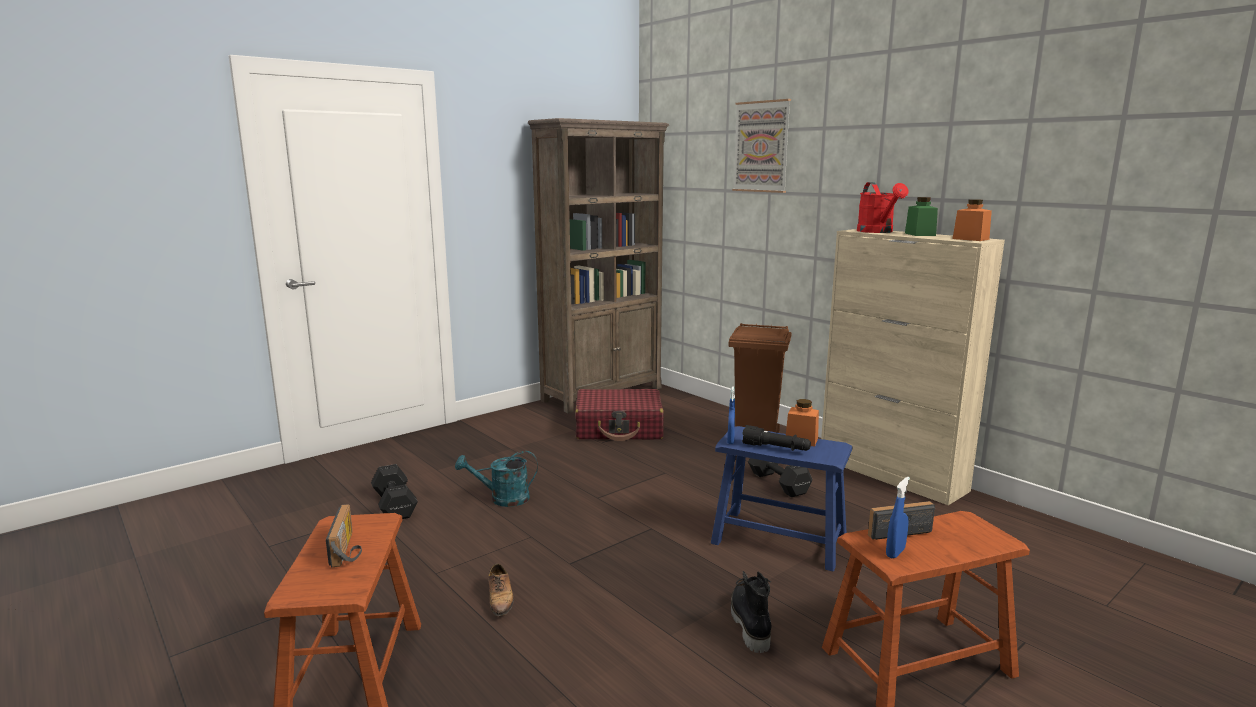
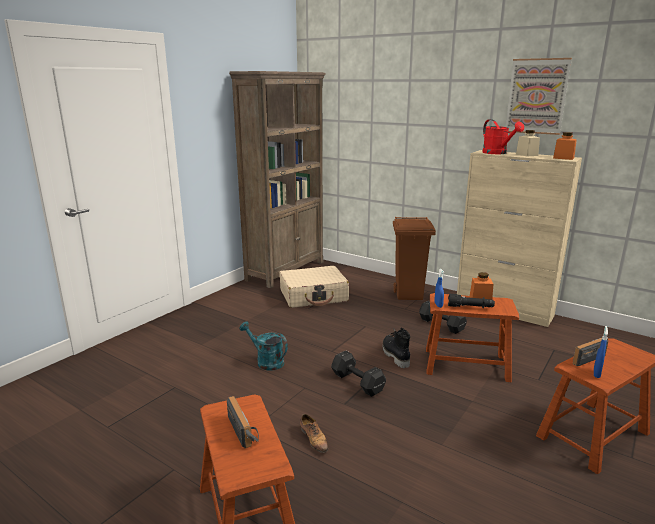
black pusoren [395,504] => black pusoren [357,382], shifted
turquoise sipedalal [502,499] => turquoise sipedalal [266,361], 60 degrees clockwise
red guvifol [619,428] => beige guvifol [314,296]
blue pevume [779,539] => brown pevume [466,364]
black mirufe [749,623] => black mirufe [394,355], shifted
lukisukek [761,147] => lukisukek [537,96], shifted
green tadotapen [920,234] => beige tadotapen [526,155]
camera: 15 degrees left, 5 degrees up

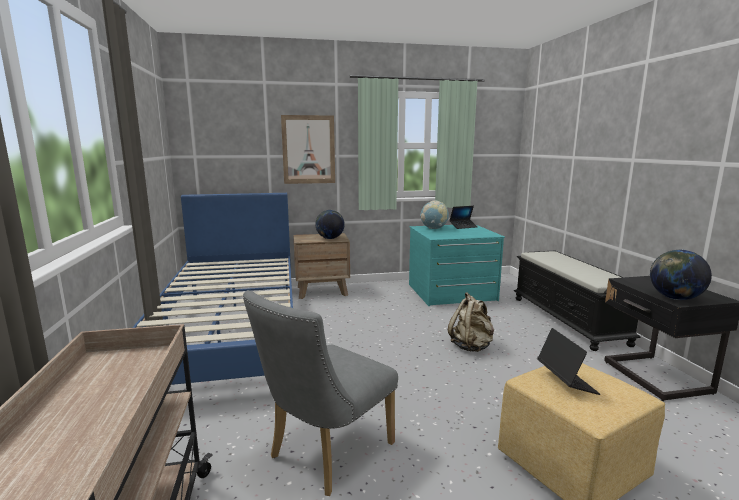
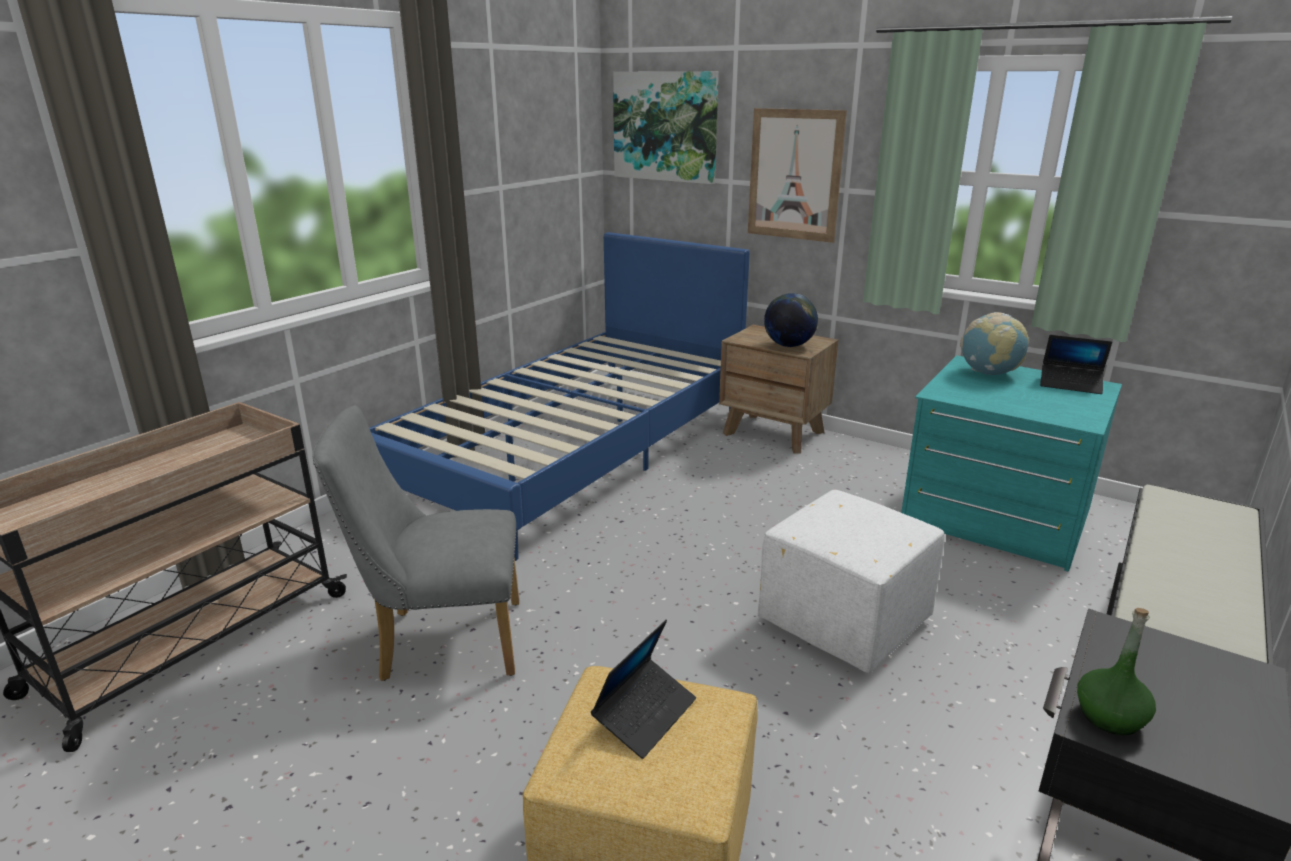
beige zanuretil [471,346] => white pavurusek [842,621]
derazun [675,298] => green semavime [1109,717]
nothing => lukisukek [665,127]
camera: 45 degrees right, 10 degrees up

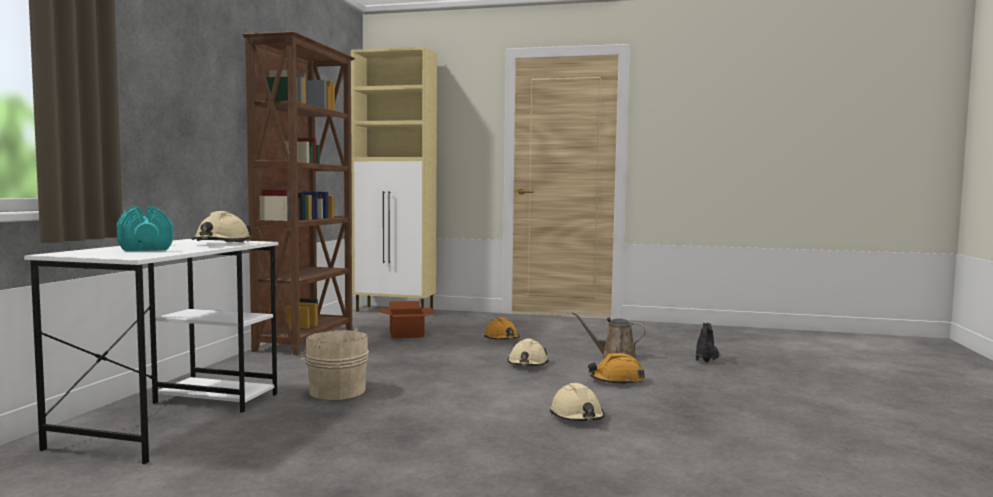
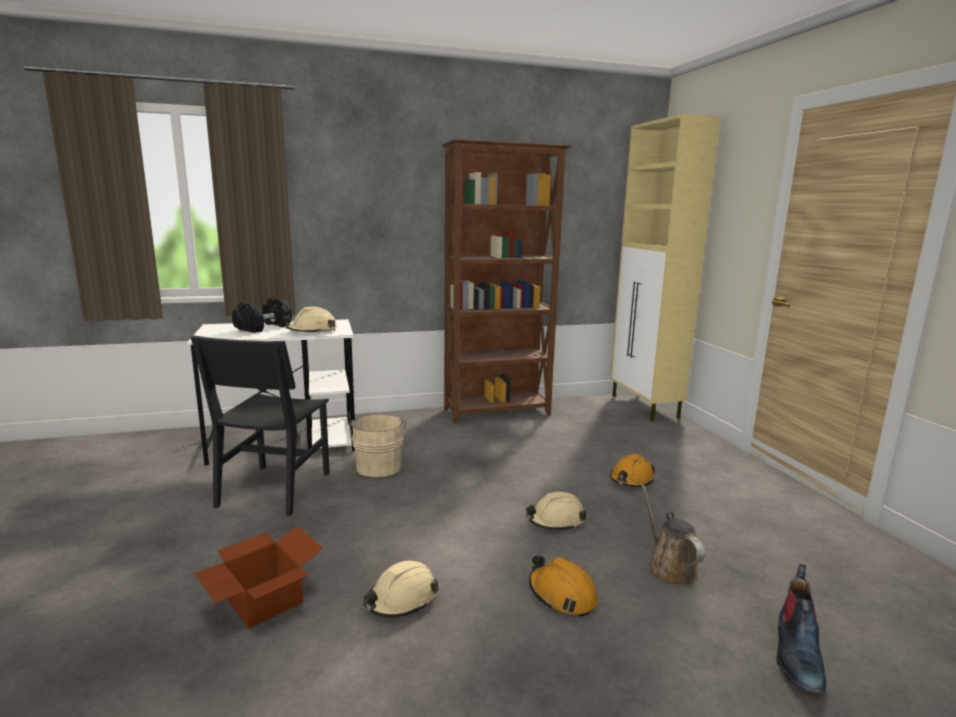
turquoise pusoren [144,248] => black pusoren [264,327]
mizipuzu [406,334] => mizipuzu [262,601], shifted
mirufe [706,357] => mirufe [796,654], 120 degrees clockwise
nothing => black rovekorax [274,489]
camera: 60 degrees right, 10 degrees up

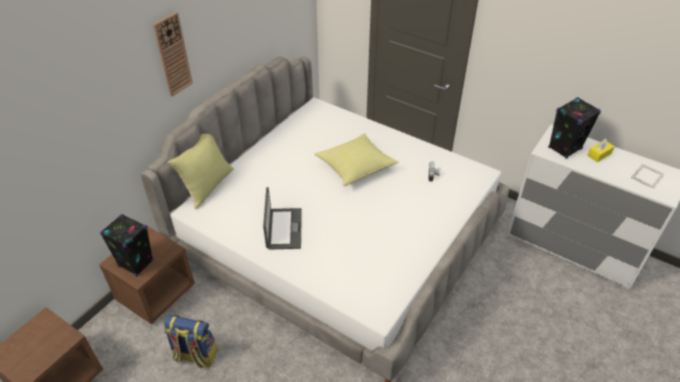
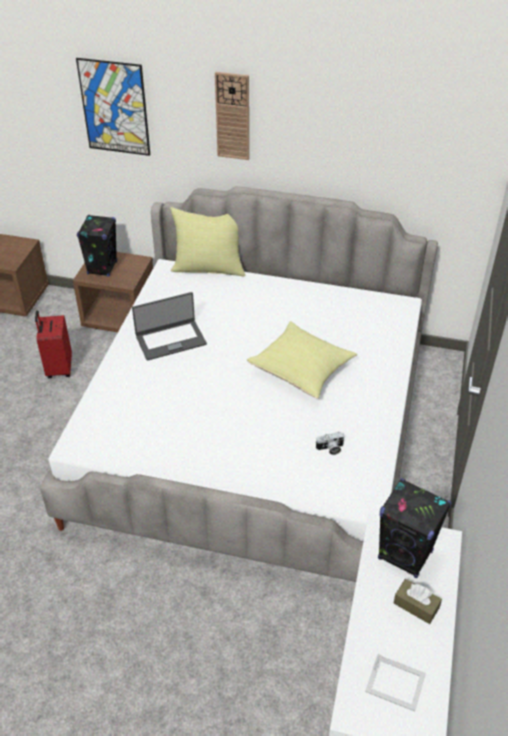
zanuretil [195,355] => red guvifol [58,368]
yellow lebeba [599,155] => brown lebeba [416,605]
nothing => lukisukek [114,107]
camera: 70 degrees right, 0 degrees up

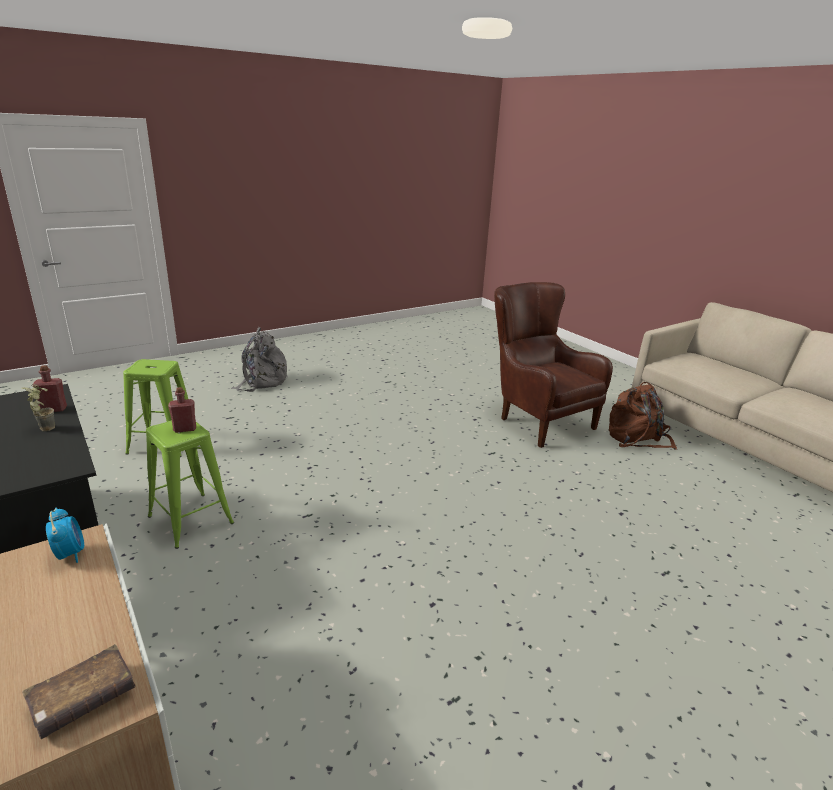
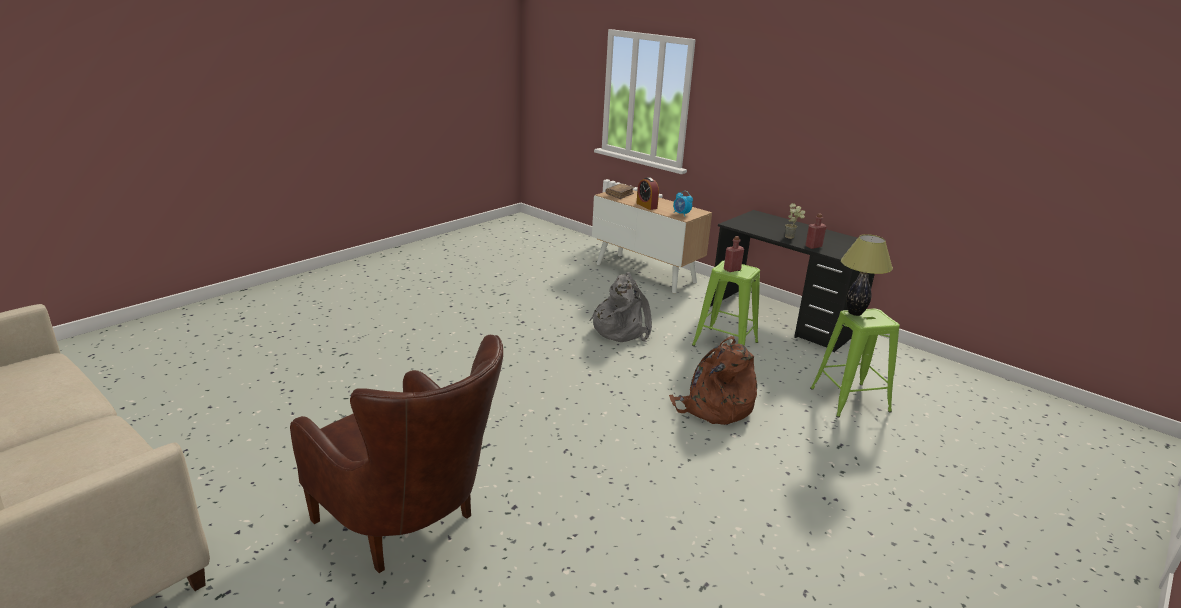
grey zanuretil [262,381] => grey zanuretil [621,329], shifted
brown zanuretil [637,438] => brown zanuretil [714,407], shifted
nothing => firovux [646,206]
nothing => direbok [855,313]
camera: 165 degrees right, 0 degrees up

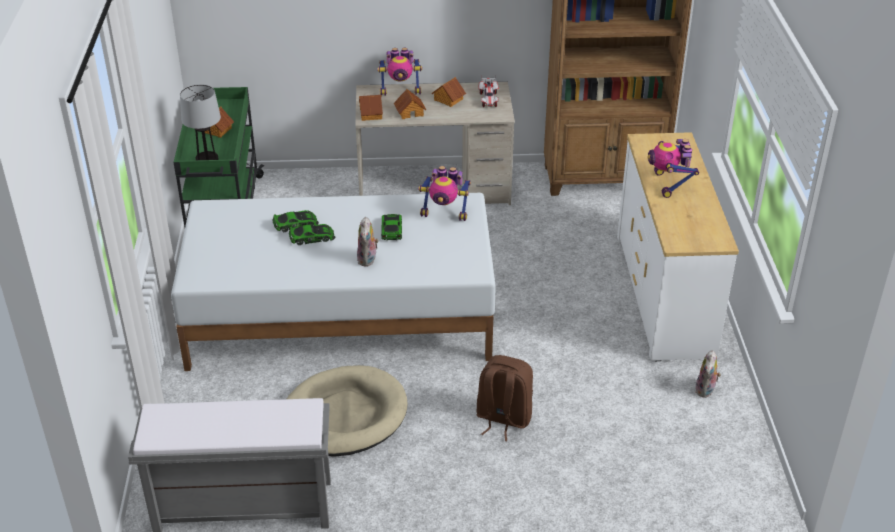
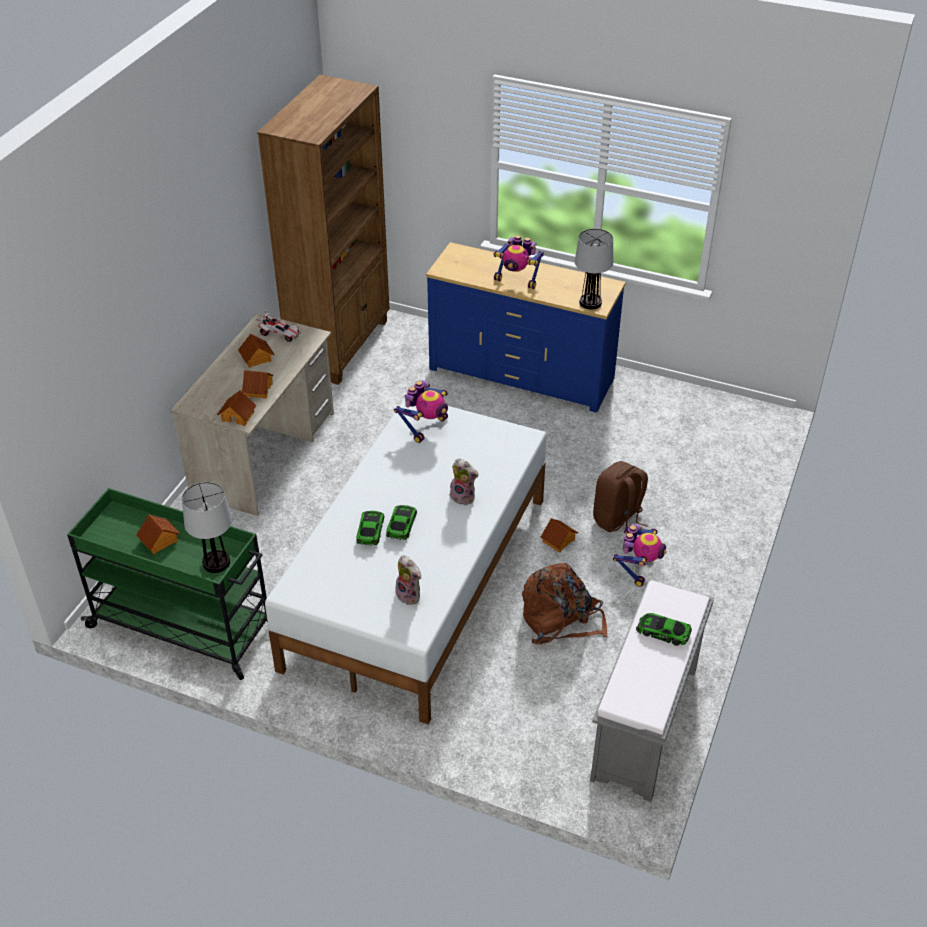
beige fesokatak [344,416] => brown zanuretil [561,620]
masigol [400,91] => masigol [638,568], shifted
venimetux [391,230] => venimetux [663,632], shifted
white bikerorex [664,294] => blue bikerorex [521,374]
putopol [706,390] => putopol [410,595], shifted
nothing => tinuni [559,540]
nothing => direbok [590,302]
camera: 65 degrees left, 5 degrees up

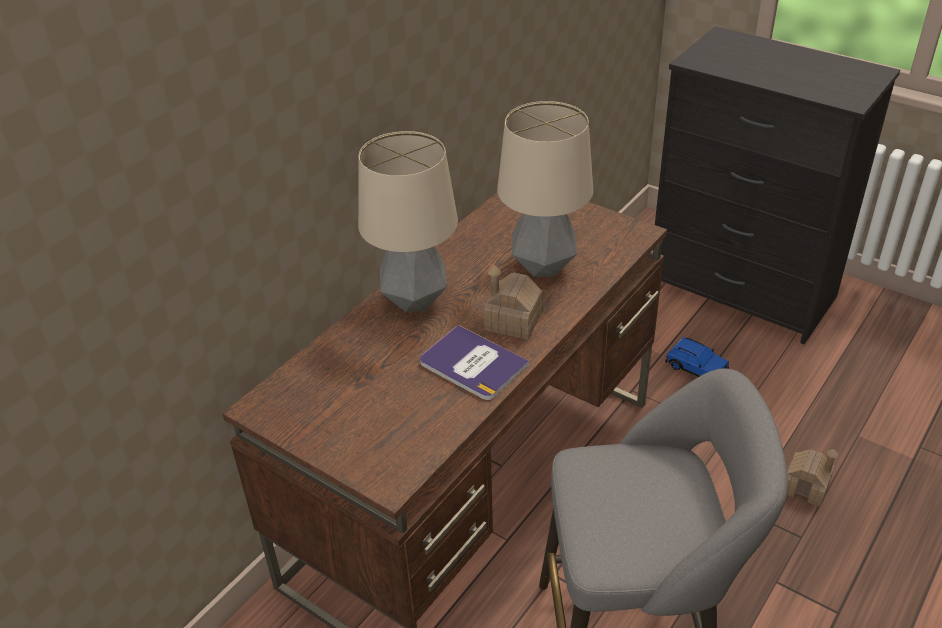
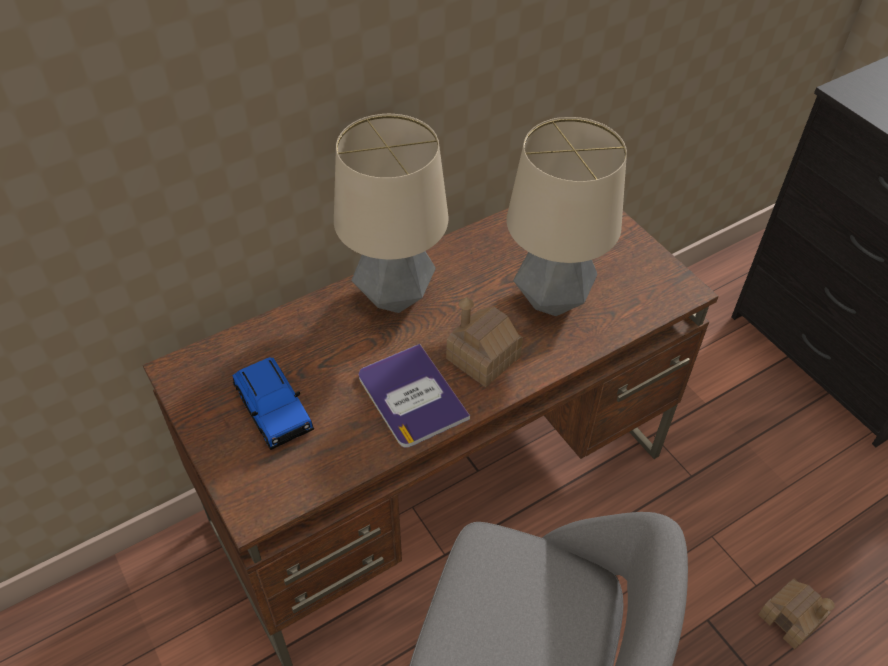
blue venimetux [696,368] => blue venimetux [274,411], shifted
camera: 20 degrees right, 10 degrees up

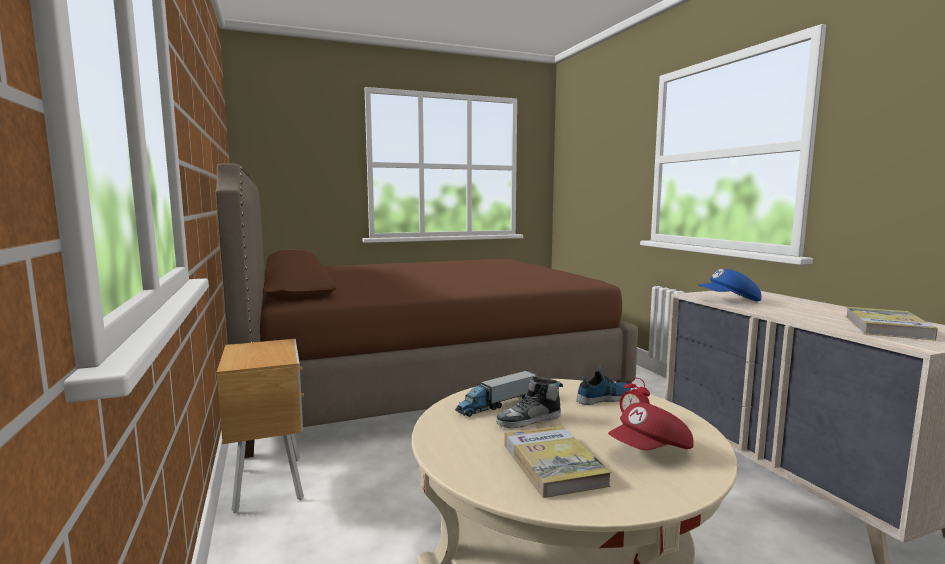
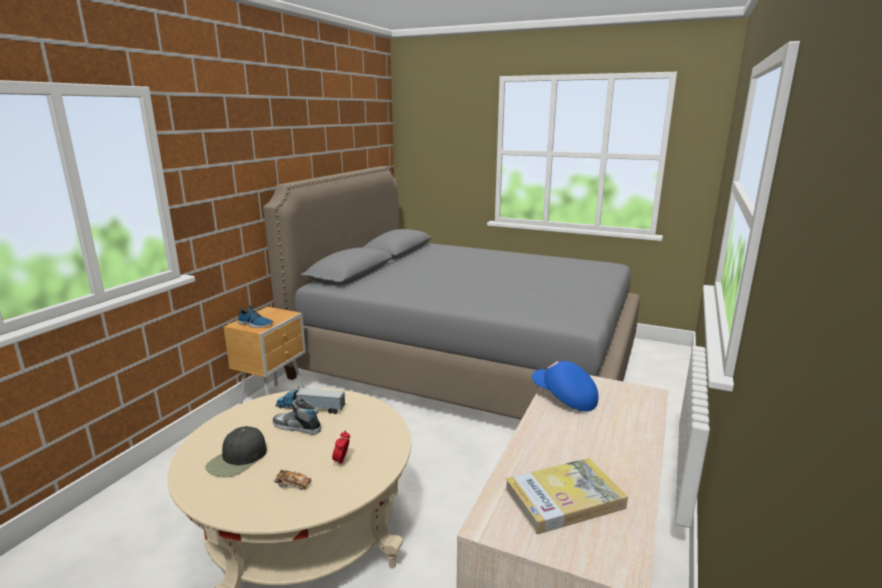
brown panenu [423,377] => grey panenu [468,362]
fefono [553,464] => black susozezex [237,459]
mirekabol [605,398] => mirekabol [255,324], shifted
red susozezex [650,451] => venimetux [292,485]
camera: 45 degrees right, 10 degrees up

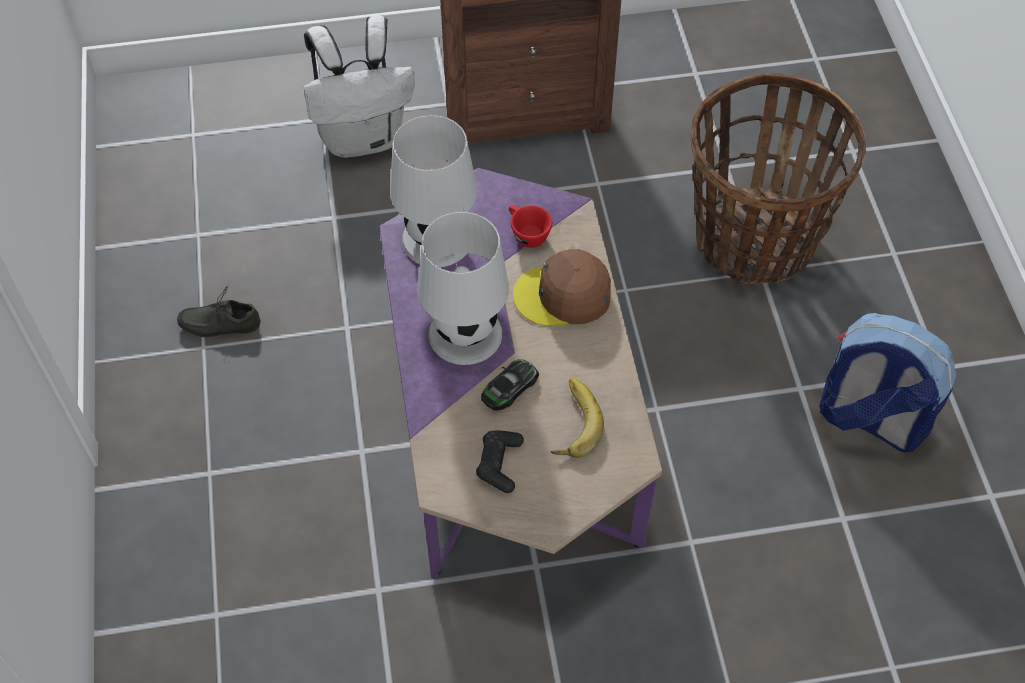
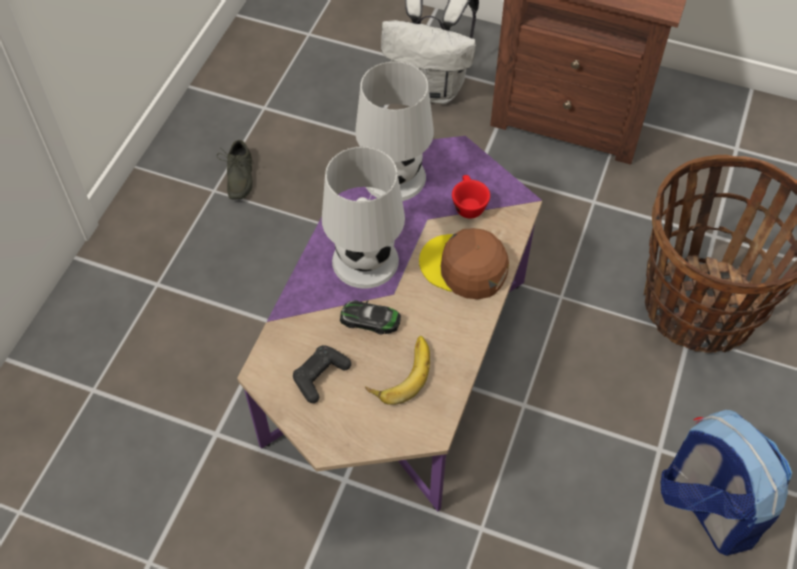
grey mirekabol [220,322] => grey mirekabol [237,178], 120 degrees counterclockwise
venimetux [509,388] => venimetux [370,320], 150 degrees counterclockwise
camera: 30 degrees right, 0 degrees up

